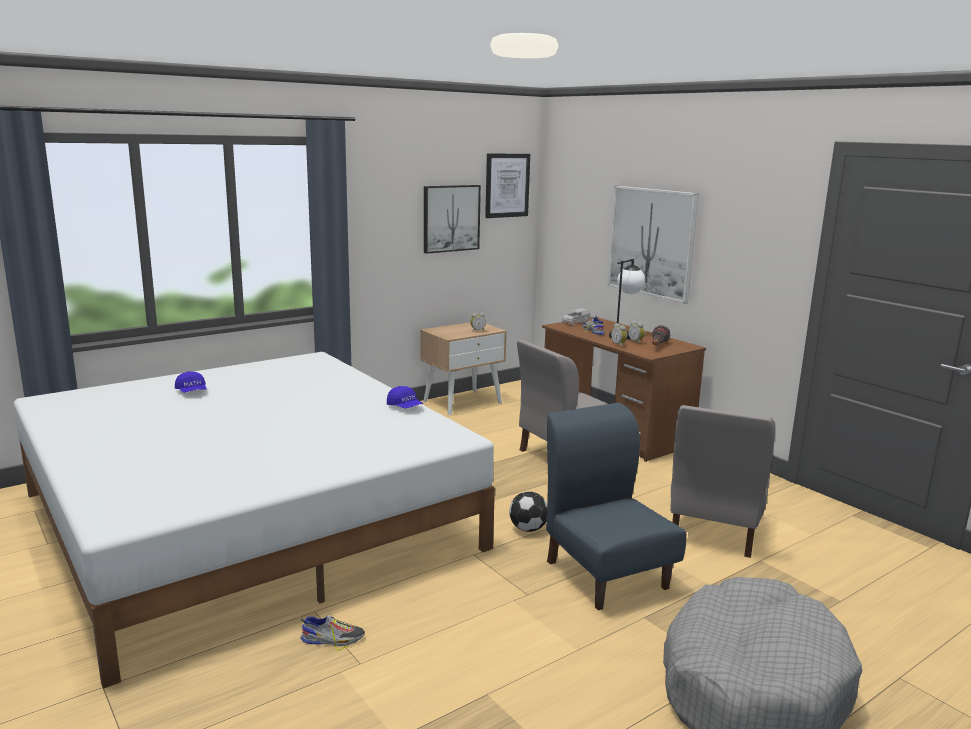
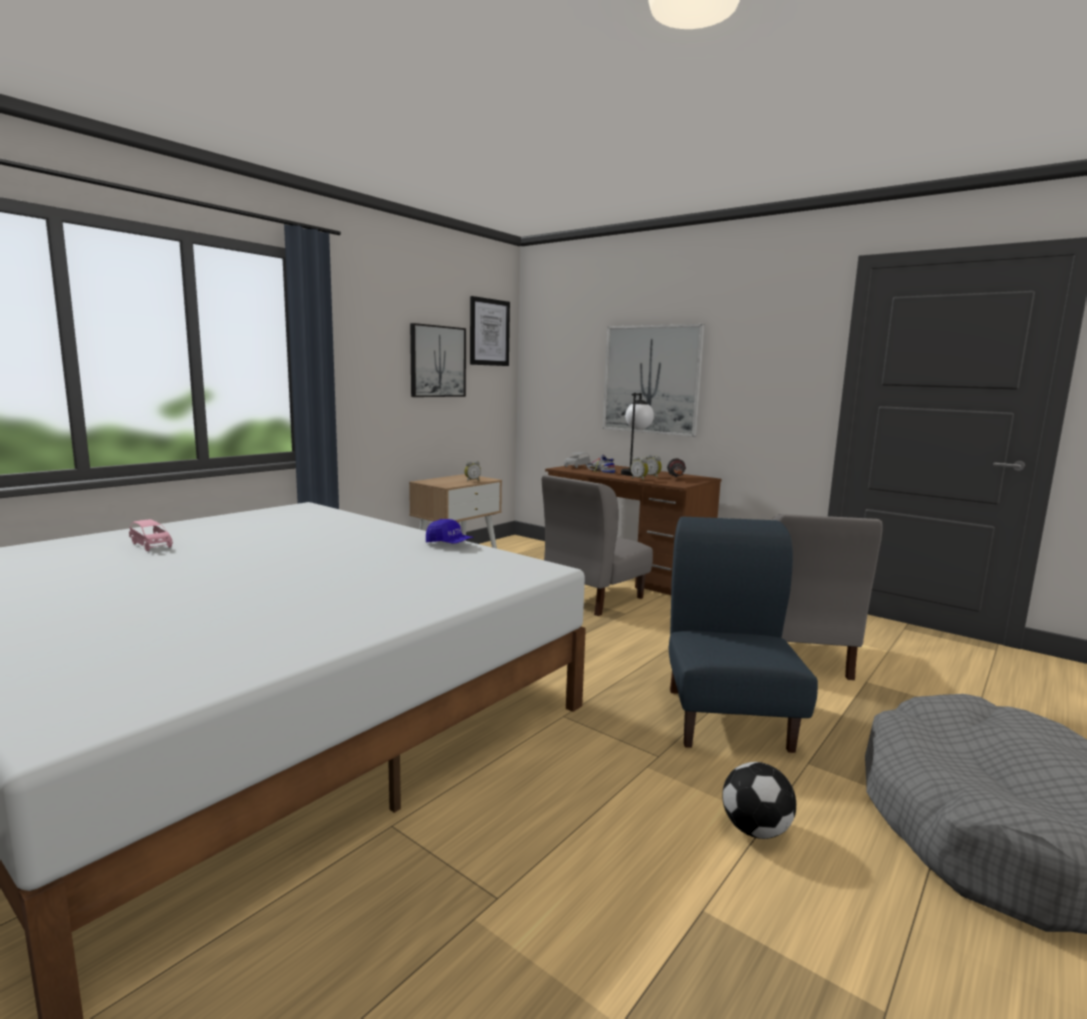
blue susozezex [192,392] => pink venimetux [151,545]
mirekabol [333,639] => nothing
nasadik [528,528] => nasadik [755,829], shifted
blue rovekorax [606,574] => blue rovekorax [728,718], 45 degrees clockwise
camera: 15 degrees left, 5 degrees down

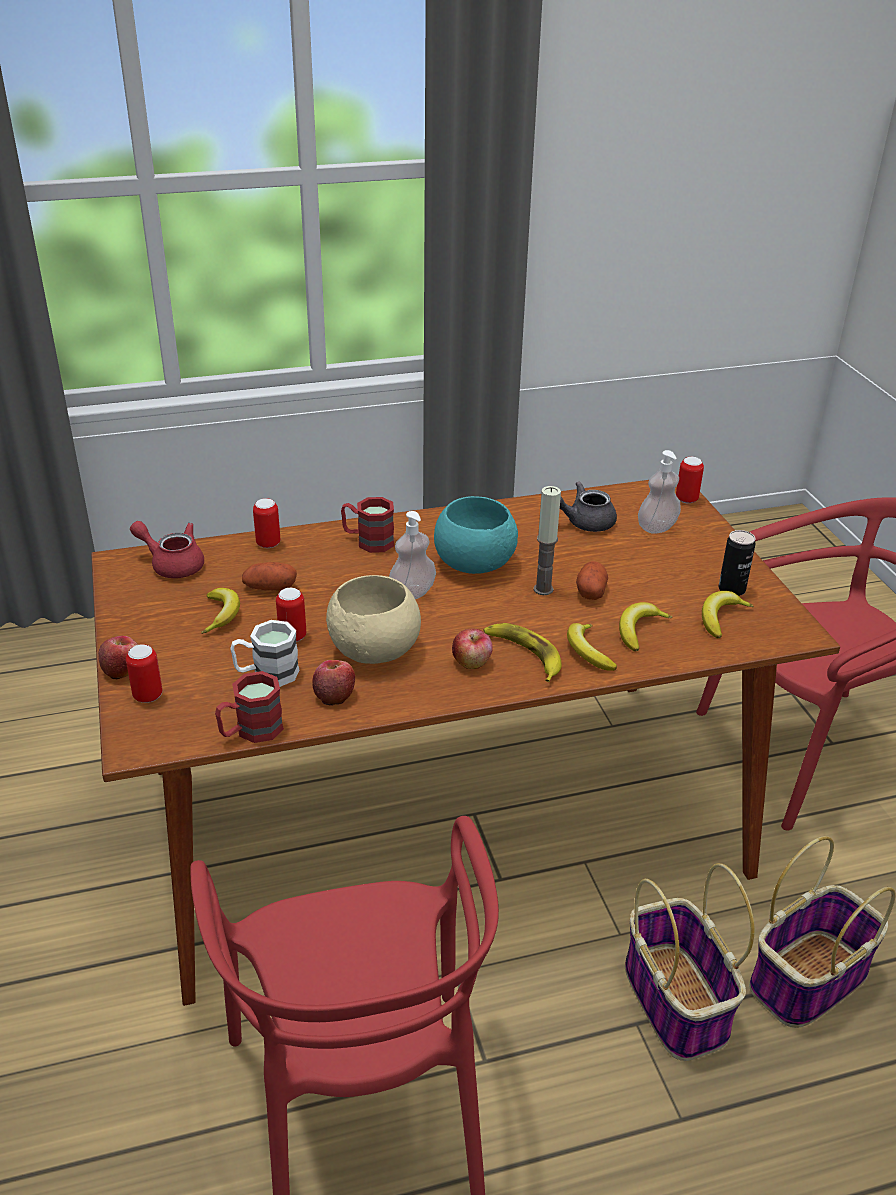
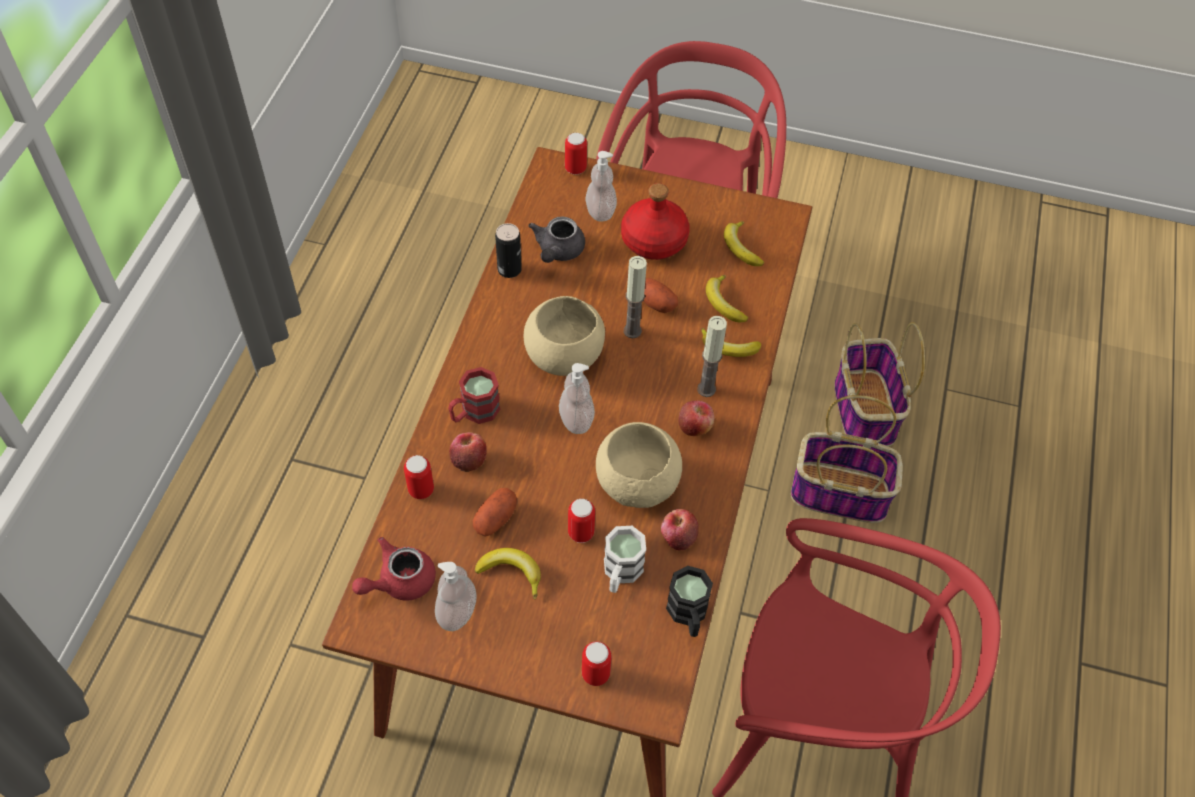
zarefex [122,670] => zarefex [469,459], shifted
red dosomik [250,731] => black dosomik [688,615]
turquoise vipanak [474,564] => beige vipanak [565,356]
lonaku [524,654] => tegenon [706,389]
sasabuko [731,589] => sasabuko [509,269], shifted
nothing => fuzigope [457,612]
nothing => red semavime [653,241]
camera: 60 degrees left, 20 degrees up

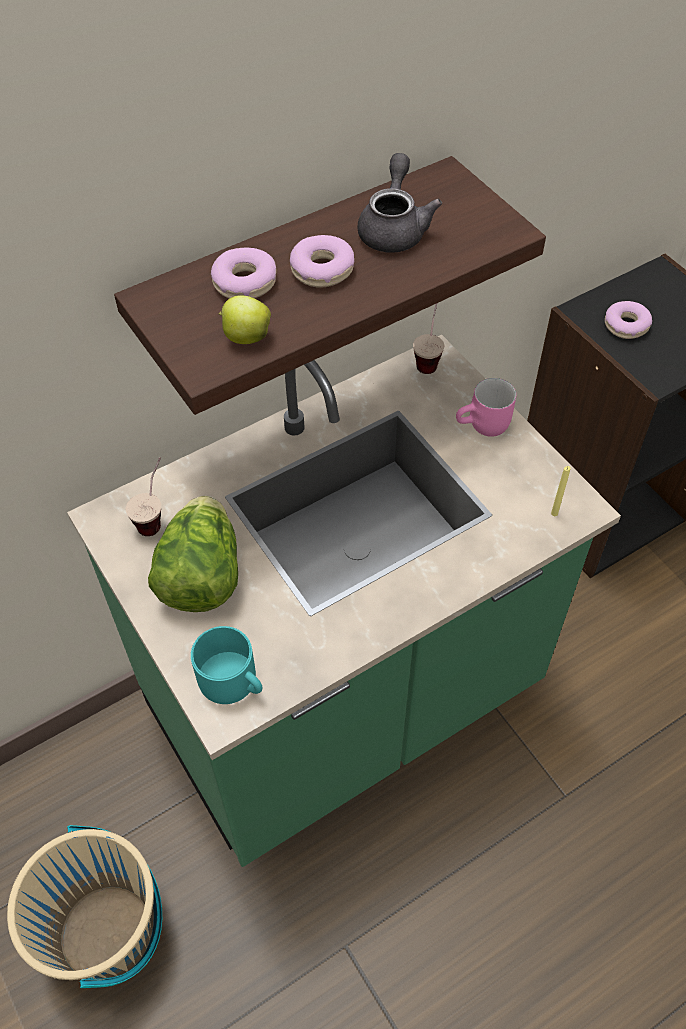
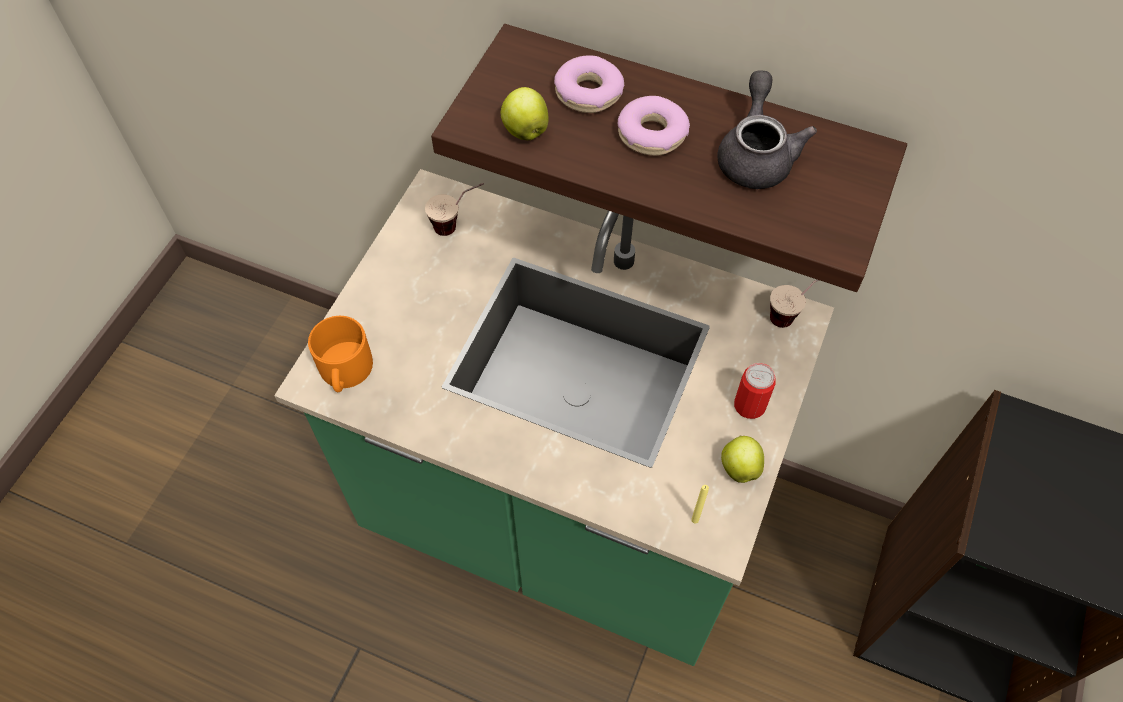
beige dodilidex [108,933] => nothing
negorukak [201,576] => nothing
turquoise dosomik [233,681] => orange dosomik [345,371]
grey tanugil [394,228] => grey tanugil [756,154], 60 degrees counterclockwise
pink dosomik [484,427] => sasabuko [749,405]
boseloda [626,325] => nothing
nothing => zarefex [739,467]
camera: 55 degrees right, 5 degrees up

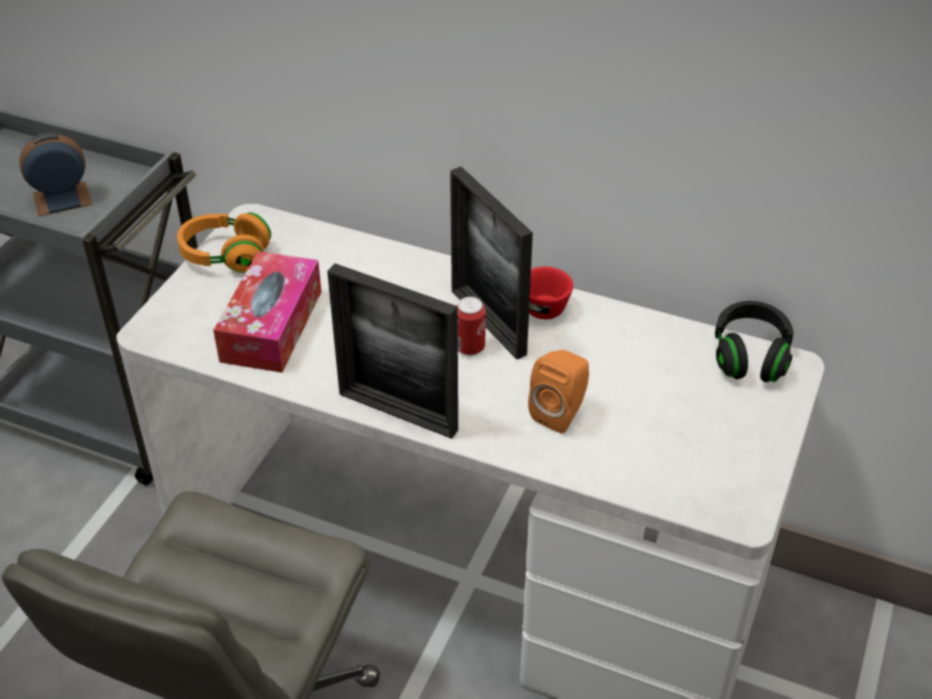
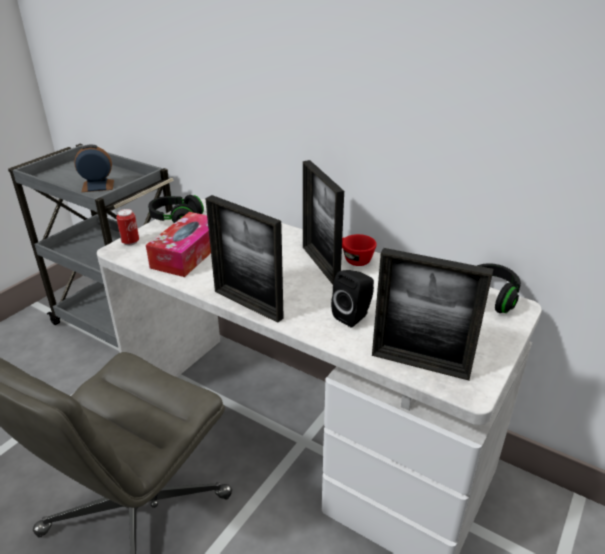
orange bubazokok [226,256] => black bubazokok [176,220]
sasabuko [470,348] => sasabuko [130,242], shifted
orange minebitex [560,413] => black minebitex [354,316]
nothing => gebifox [420,364]
camera: 10 degrees right, 10 degrees down

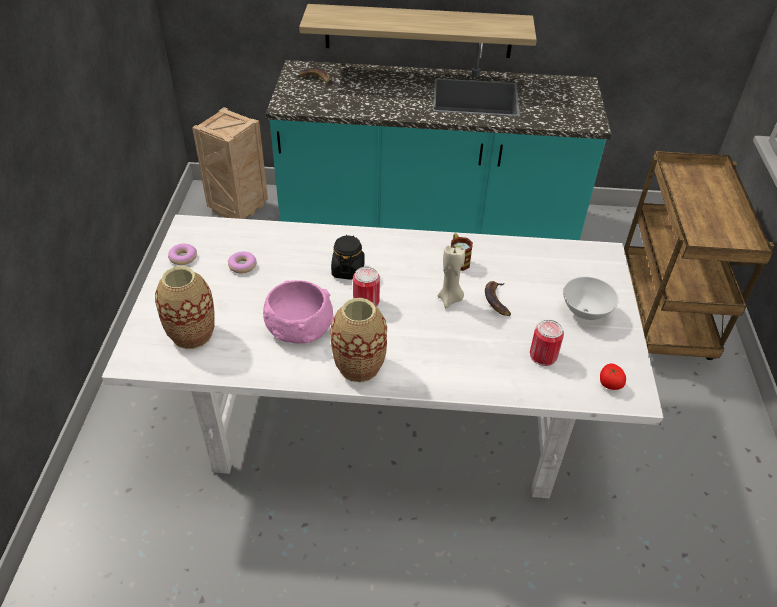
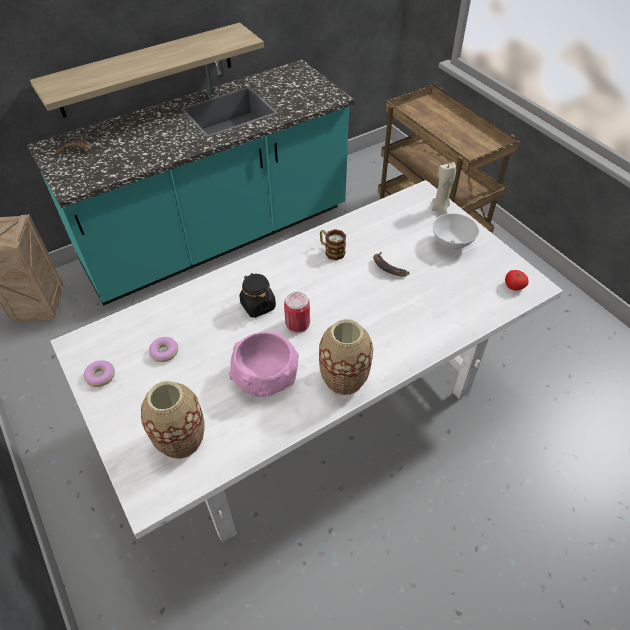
beige tegenon [450,299] => beige tegenon [440,208], shifted
sasabuko [543,355] => nothing
camera: 35 degrees left, 5 degrees up

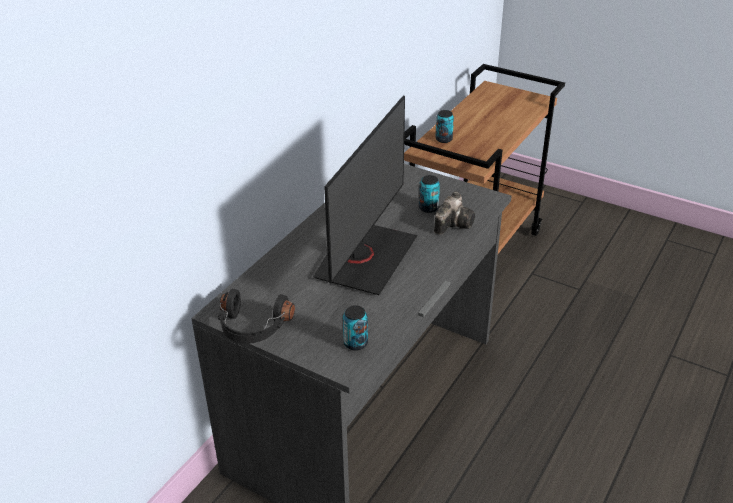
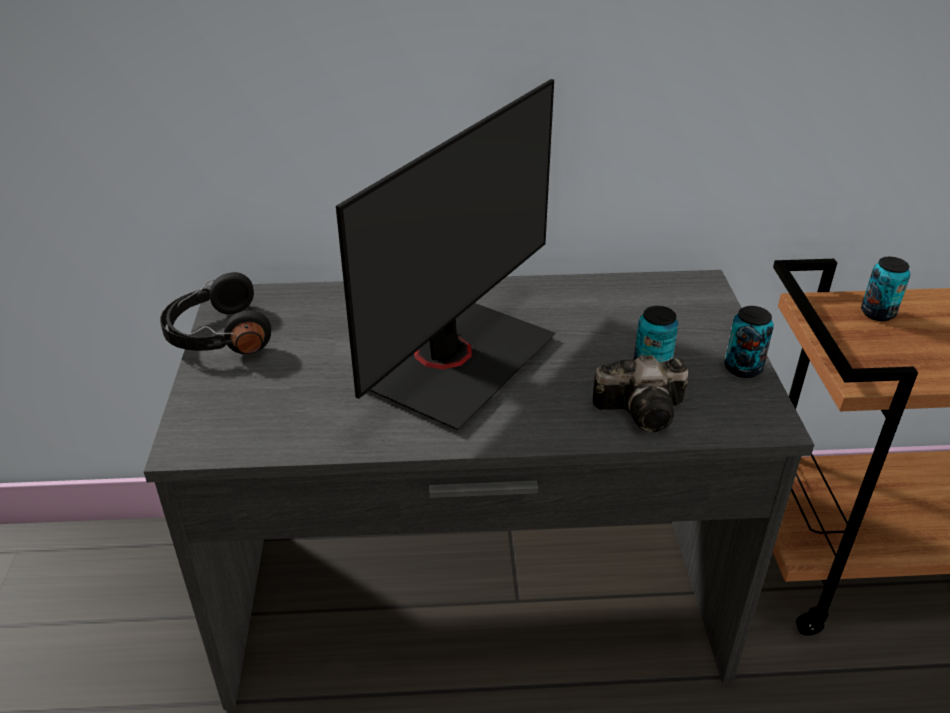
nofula [365,258] => nofula [455,361], 45 degrees counterclockwise
sasabuko [355,343] => sasabuko [742,368], shifted
camera: 55 degrees right, 0 degrees up

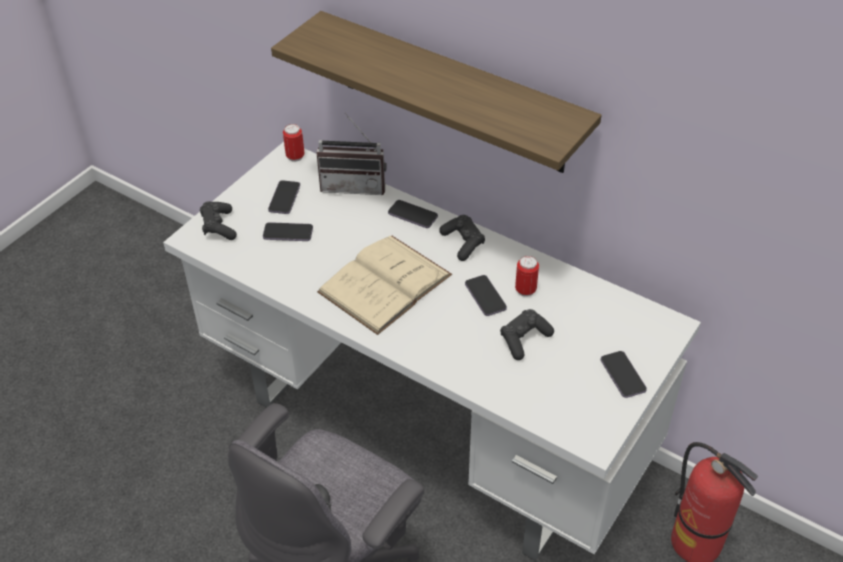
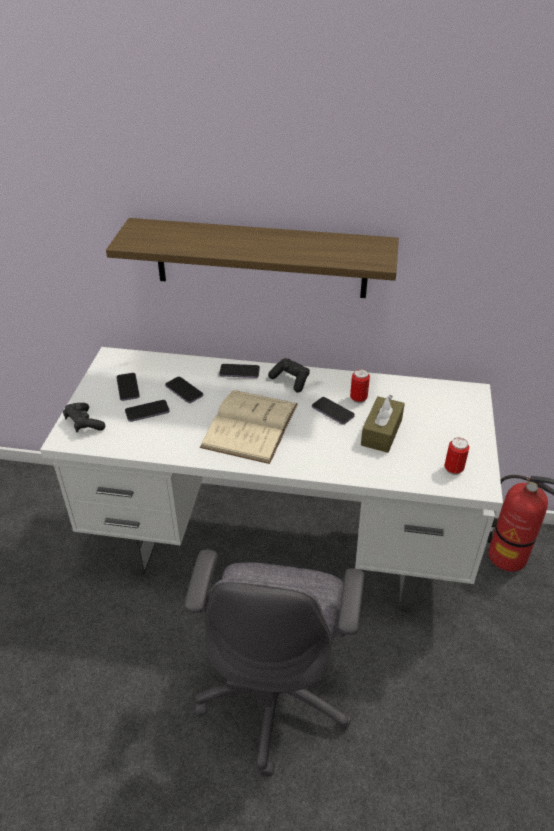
sasabuko [295,157] => sasabuko [453,469], shifted
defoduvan [354,185] => nothing
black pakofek [524,339] => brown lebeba [381,432]
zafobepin [623,375] => zafobepin [184,391], shifted
camera: 25 degrees left, 5 degrees down

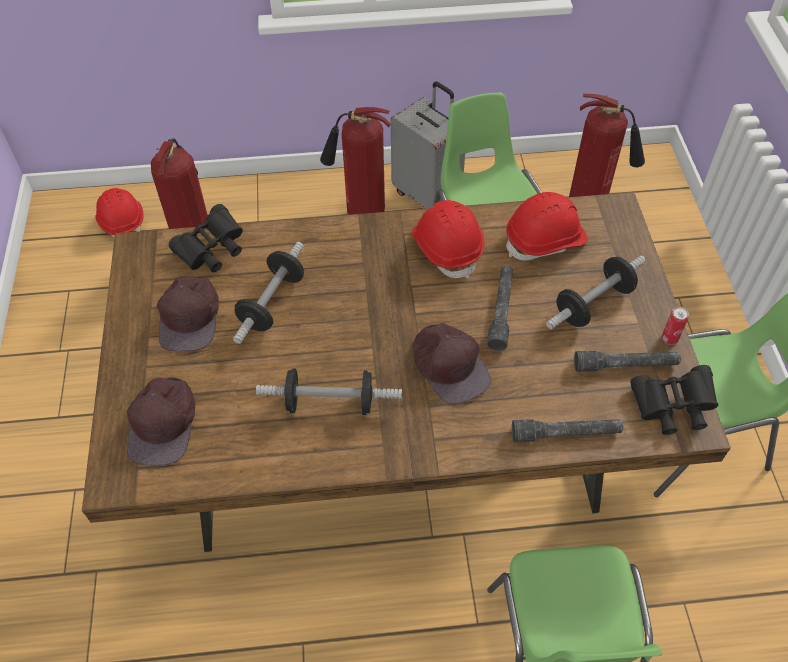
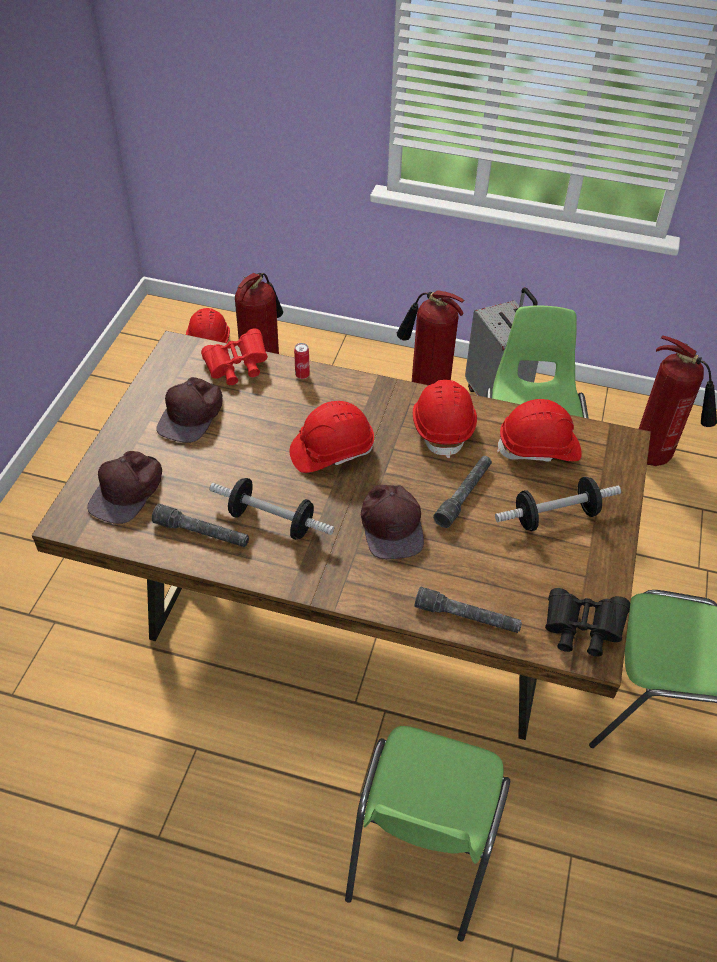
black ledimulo [212,251] => red ledimulo [237,368]
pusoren [272,303] => nothing
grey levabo [625,365] => grey levabo [202,533], shifted
sasabuko [669,339] => sasabuko [302,375], shifted
nothing => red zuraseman [331,451]
camera: 20 degrees right, 5 degrees down

